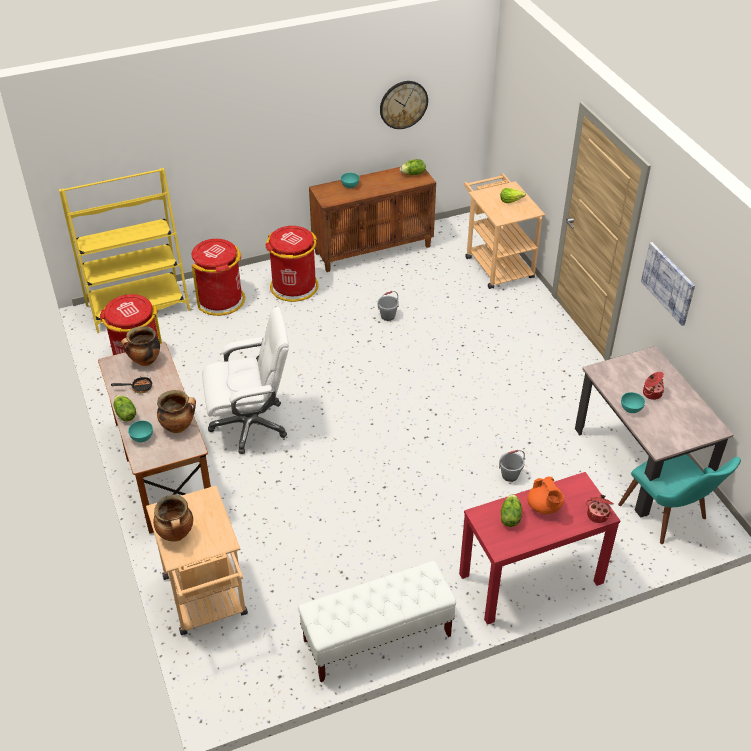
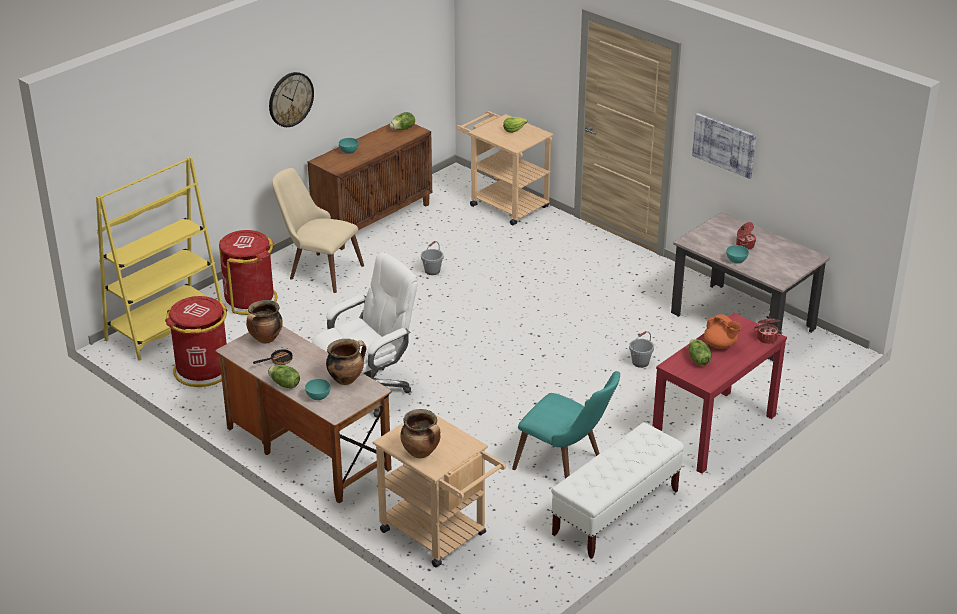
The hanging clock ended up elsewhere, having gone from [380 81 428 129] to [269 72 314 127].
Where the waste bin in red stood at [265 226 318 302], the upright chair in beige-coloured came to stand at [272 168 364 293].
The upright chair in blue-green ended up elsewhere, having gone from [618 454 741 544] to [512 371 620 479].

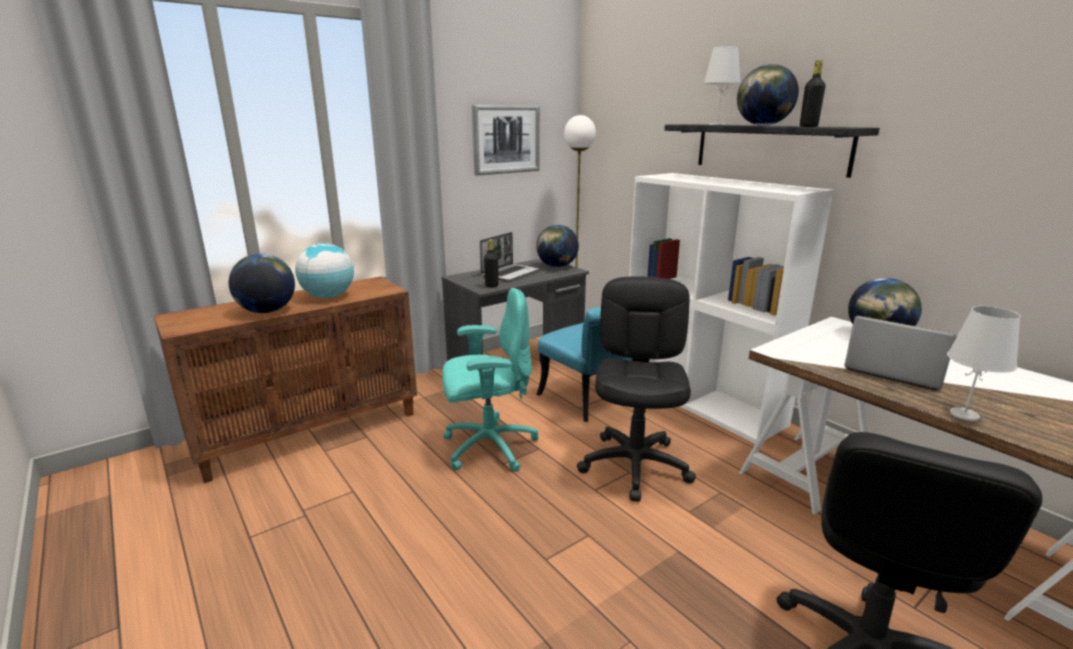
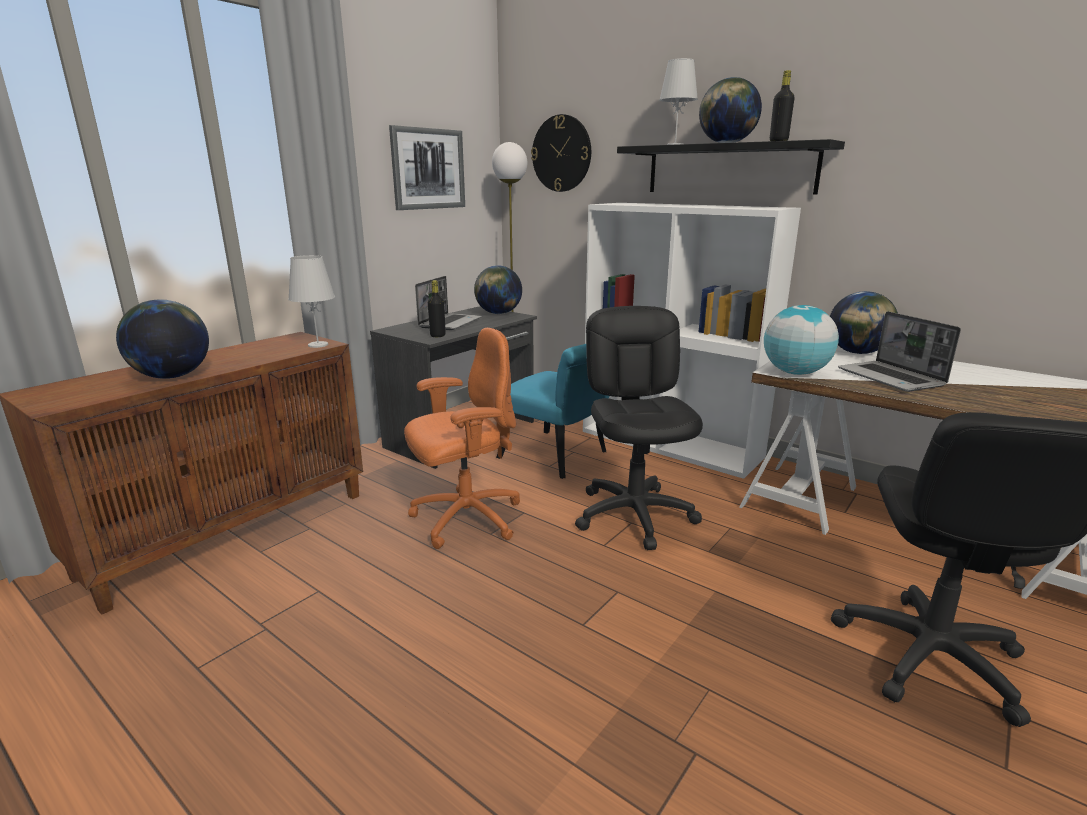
The world globe ended up elsewhere, having gone from [295 243 354 298] to [764 305 839 375].
What was the office chair in blue-green at [442 288 538 472] turned into the office chair in orange at [404 328 520 549].
The lamp for a table in white-coloured ended up elsewhere, having gone from [947 306 1021 421] to [288 255 335 348].
The laptop at [844 316 956 390] ended up facing another way, 135 degrees counterclockwise from before.
The second view gained the hanging clock at [531 114 591 192].

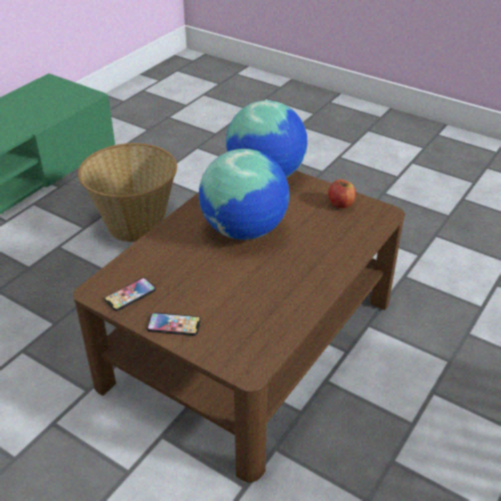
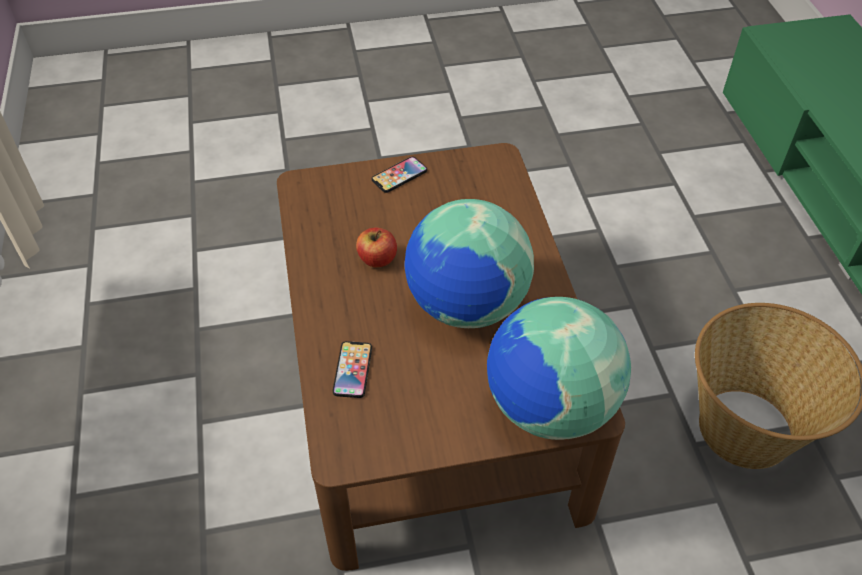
The apple fruit ended up elsewhere, having gone from [328 179 356 208] to [356 228 397 268].
The handset ended up elsewhere, having gone from [104 277 156 311] to [333 341 372 398].

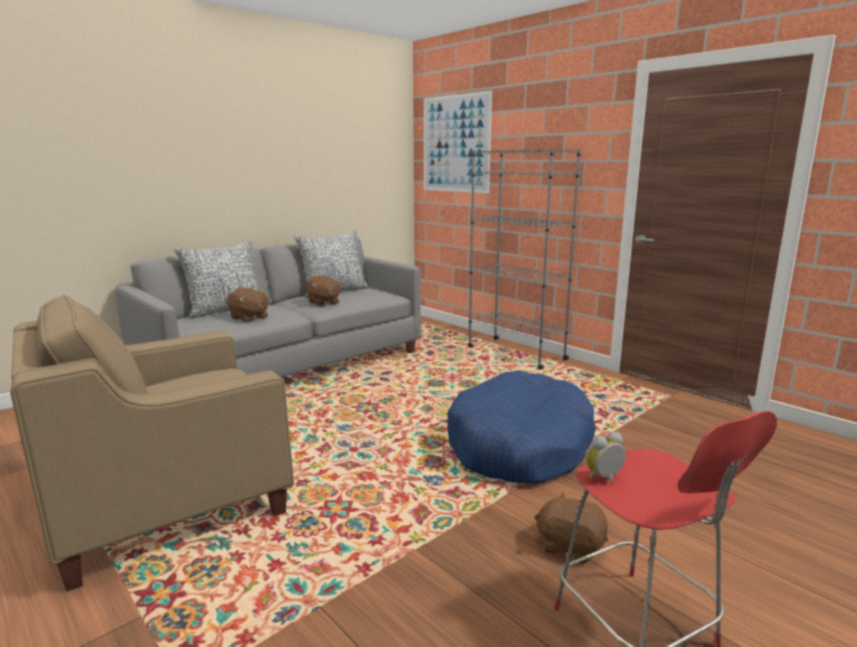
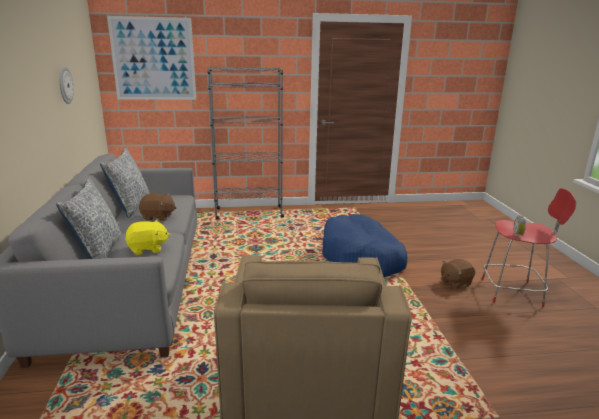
What was the cuddly toy in brownish at [227 288 269 322] turned into the cuddly toy in yellow-coloured at [125 220 170 255].
The second view gained the hanging clock at [59 66 74 104].

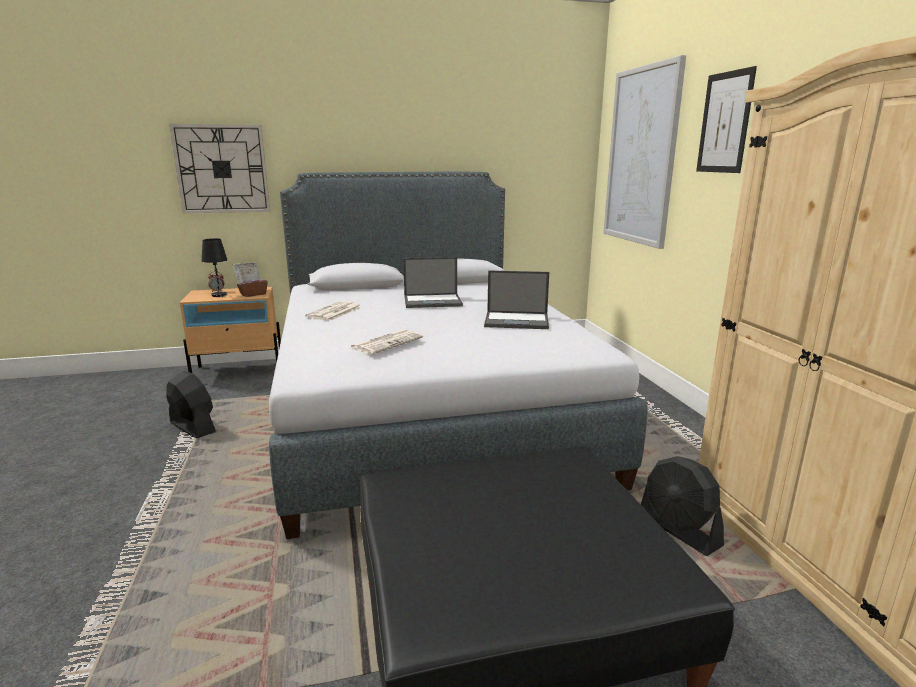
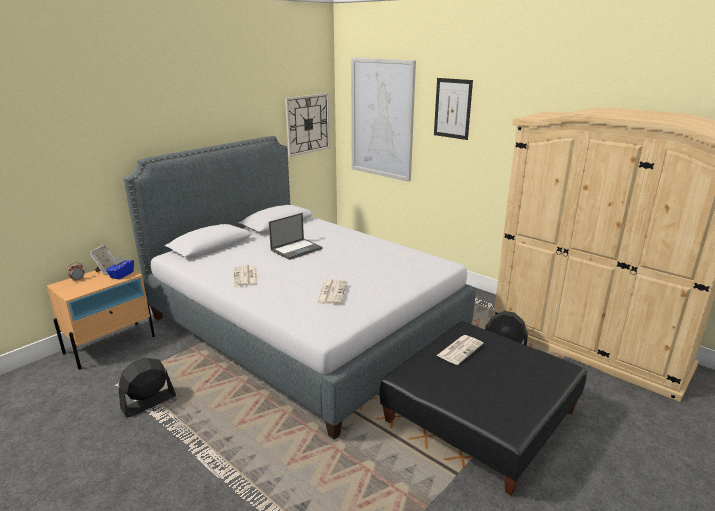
The hanging clock ended up elsewhere, having gone from [169 124 270 213] to [285 93 330 157].
The second view lost the lamp for a table in blackish at [202 238 227 297].
The second view lost the laptop at [484 270 549 329].
What was the box of tissues in brownish at [237 273 268 297] turned into the box of tissues in blue-coloured at [106 256 134 280].
The fan in blackish at [166 371 216 438] ended up facing another way, 45 degrees counterclockwise from before.
The second view gained the newspaper at [436 335 483 365].

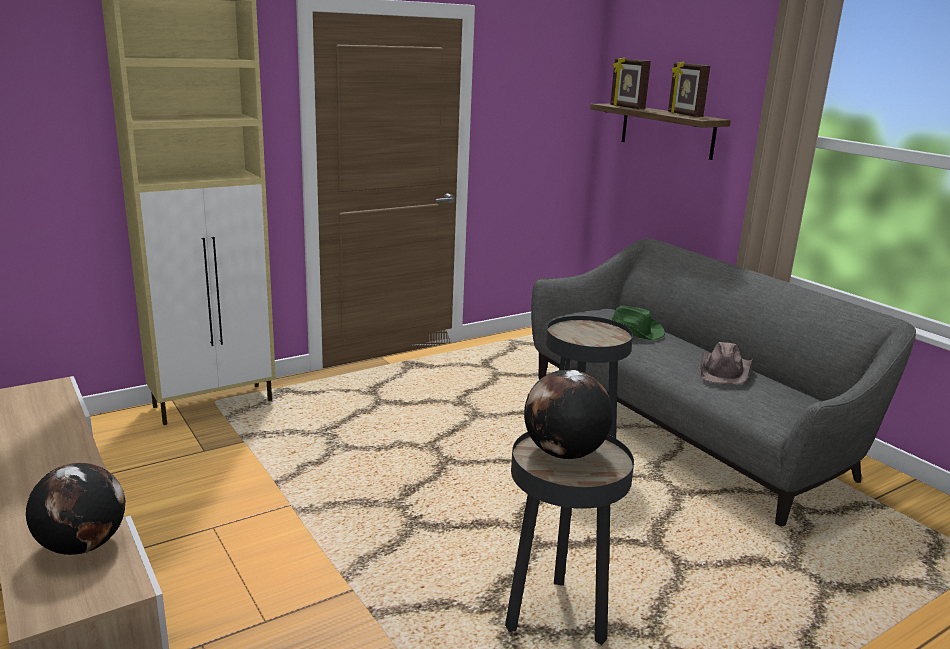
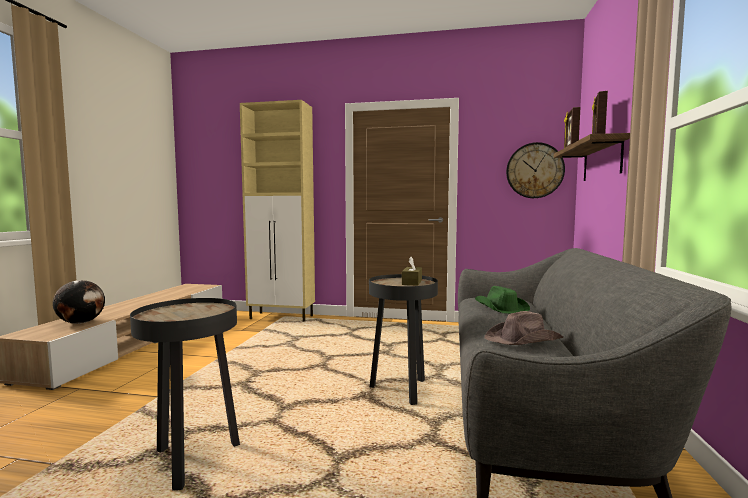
The second view lost the world globe at [524 370 613 459].
The second view gained the hanging clock at [506 142 565 198].
The second view gained the box of tissues in brownish at [402 257 422 286].

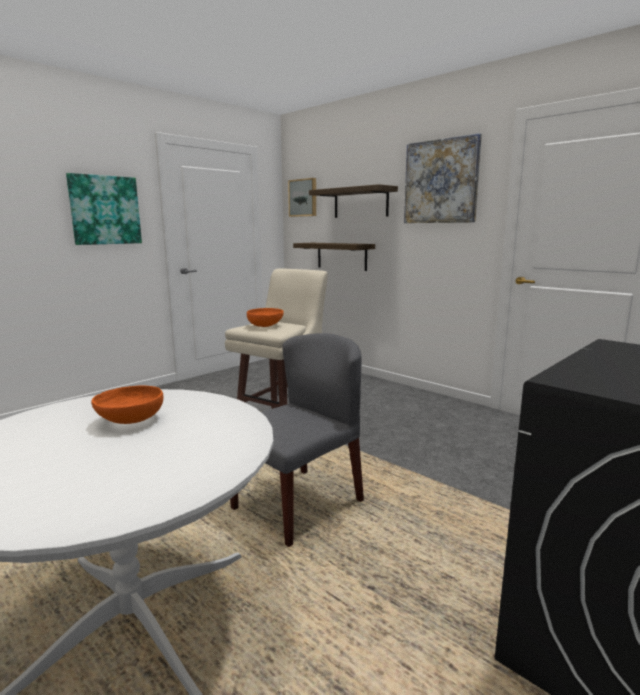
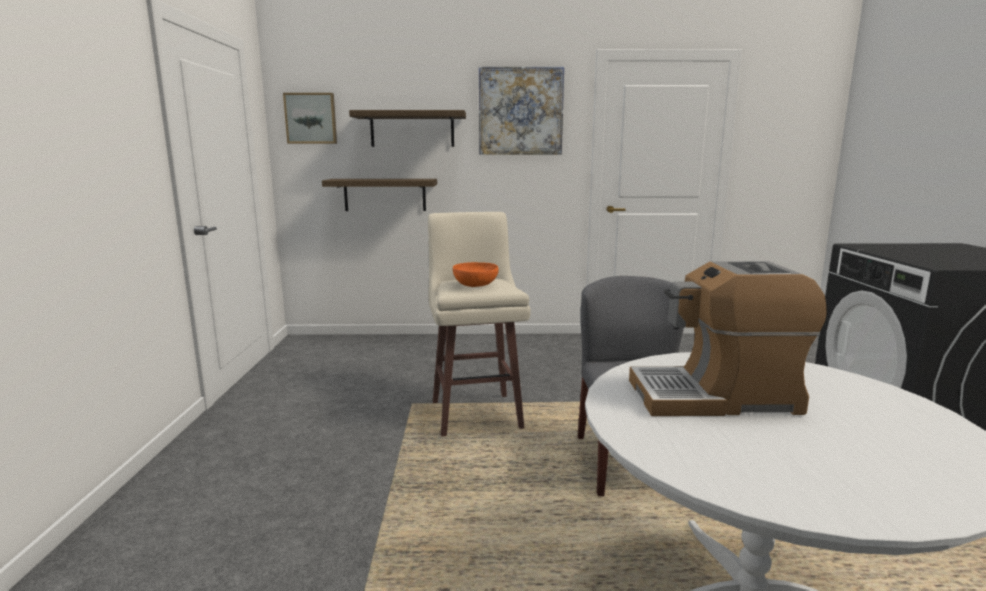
The second view lost the wall art at [66 173 142 245].
Where the deep dish in orange stood at [91 386 163 424], the coffee brewer came to stand at [629 261 827 416].

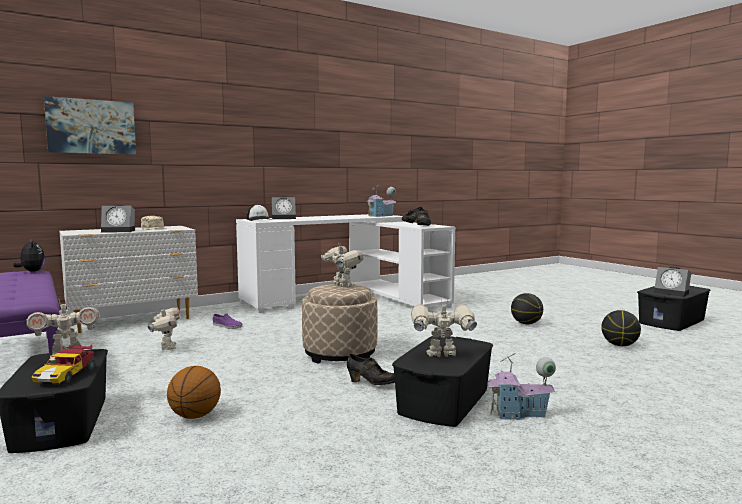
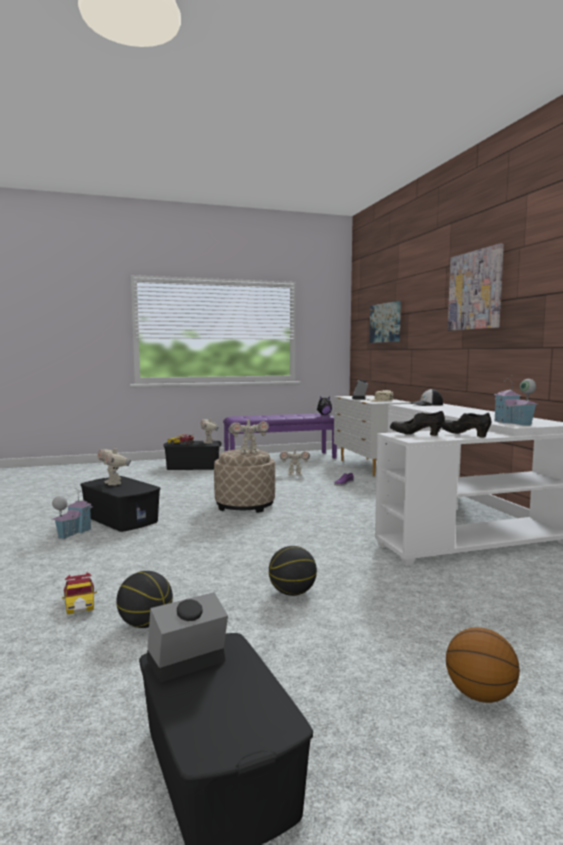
The second view lost the table clock at [272 196 296 219].
The toy robot at [411 299 477 357] ended up facing another way, 135 degrees clockwise from before.
The second view lost the low shoe in blackish at [347 354 395 385].
The ball for basketball ended up elsewhere, having gone from [167 366 221 419] to [446 627 520 703].
The second view gained the wall art at [448 244 504 331].
The second view gained the miniature car at [62 572 97 614].

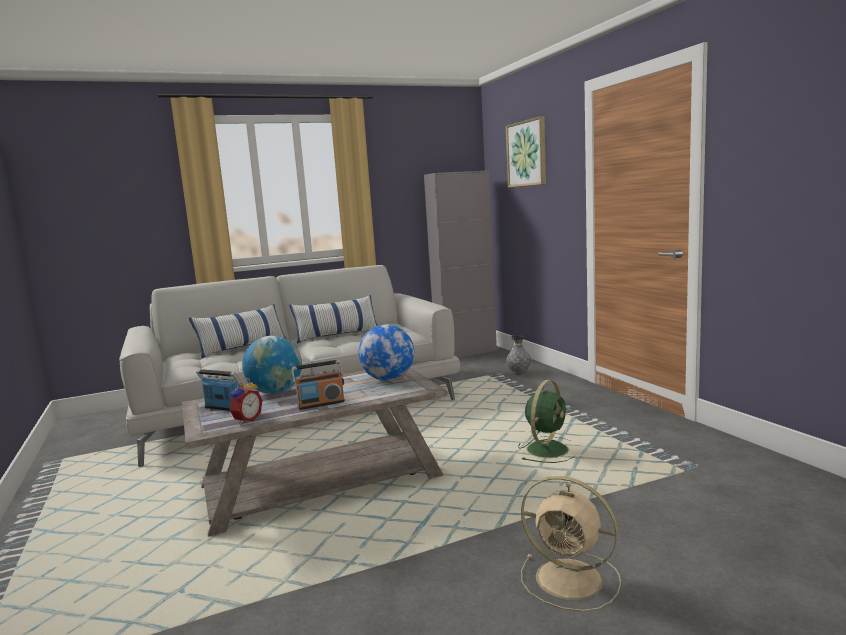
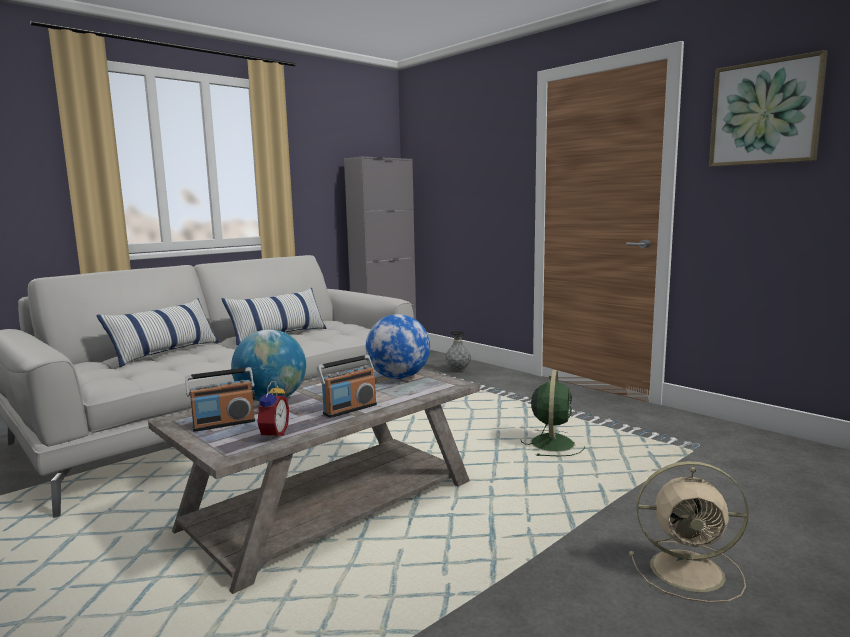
The wall art ended up elsewhere, having gone from [506 116 546 188] to [709 50 828 167].
The radio receiver at [196 369 244 411] ended up facing another way, 150 degrees clockwise from before.

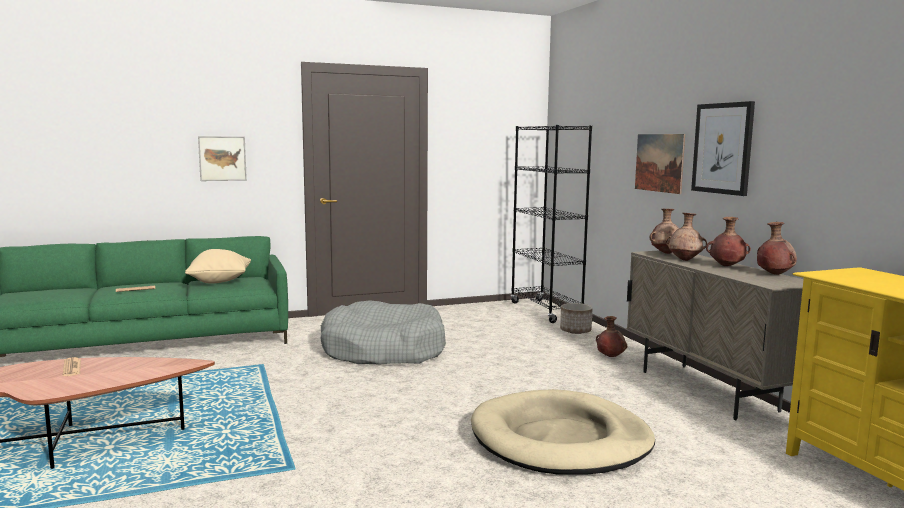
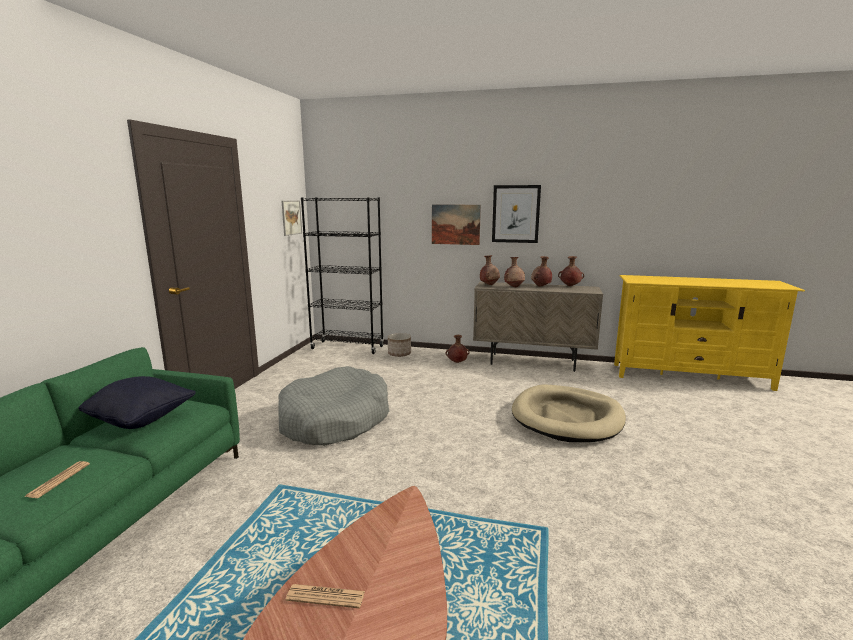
The wall art ended up elsewhere, having gone from [198 136 247 181] to [282 200 302 236].
What was the throw pillow in beige-coloured at [185 249 251 284] turned into the throw pillow in blackish at [78 376 196 429].

